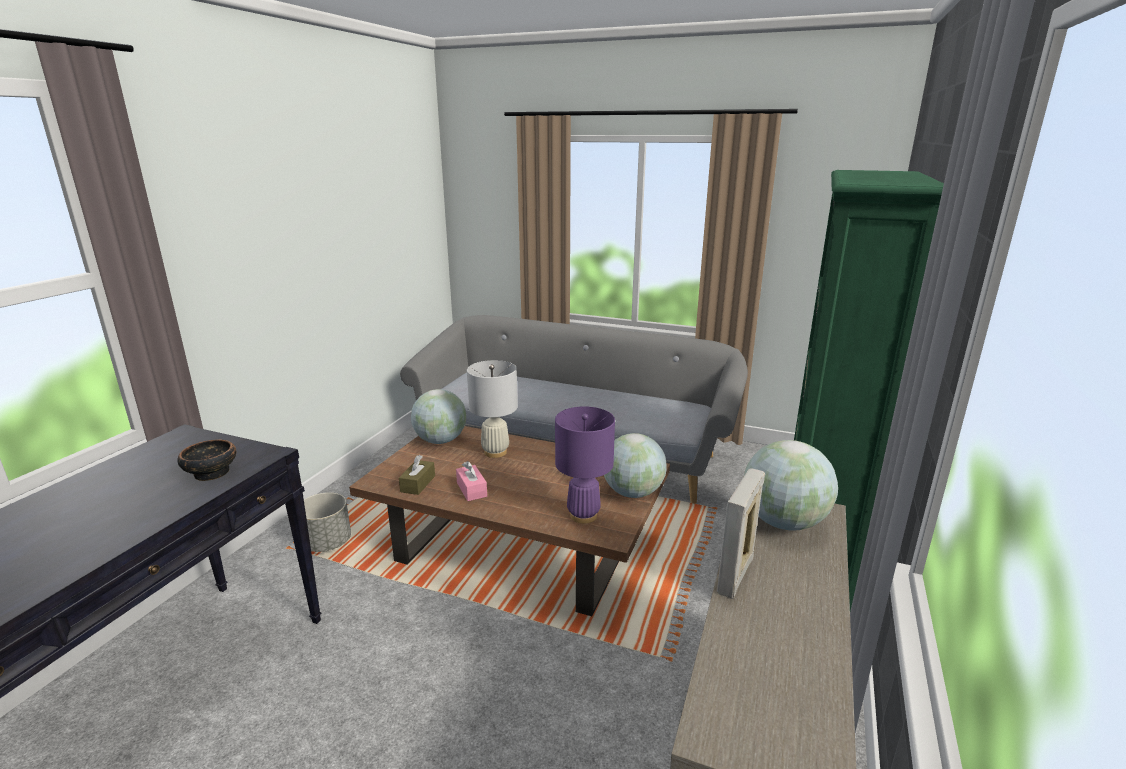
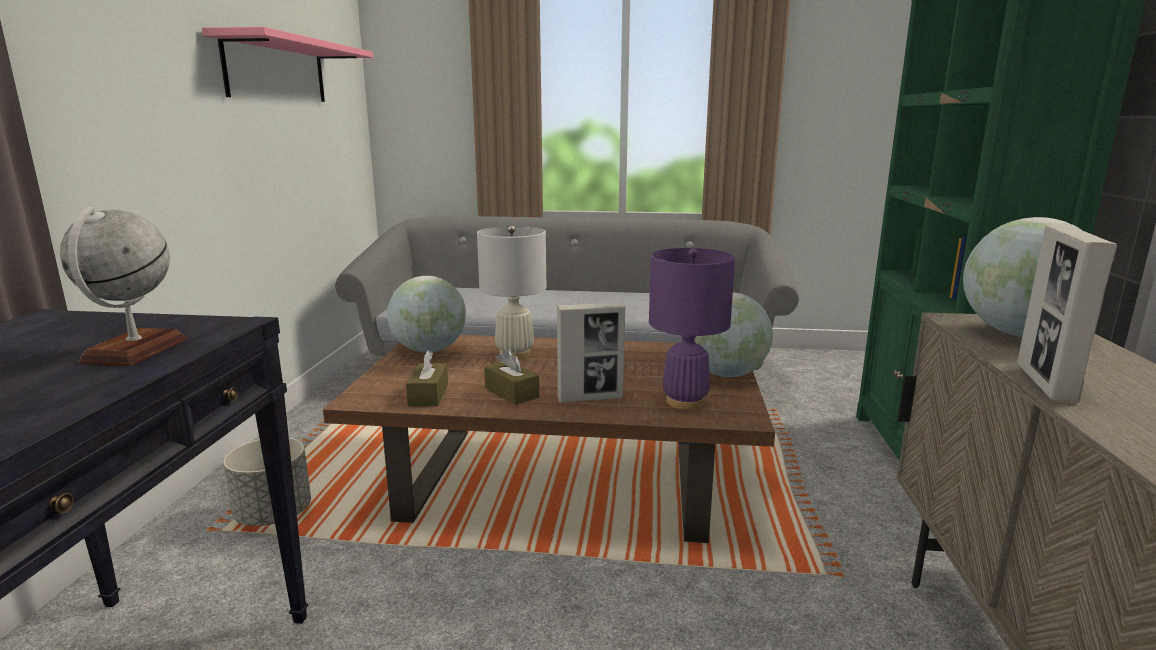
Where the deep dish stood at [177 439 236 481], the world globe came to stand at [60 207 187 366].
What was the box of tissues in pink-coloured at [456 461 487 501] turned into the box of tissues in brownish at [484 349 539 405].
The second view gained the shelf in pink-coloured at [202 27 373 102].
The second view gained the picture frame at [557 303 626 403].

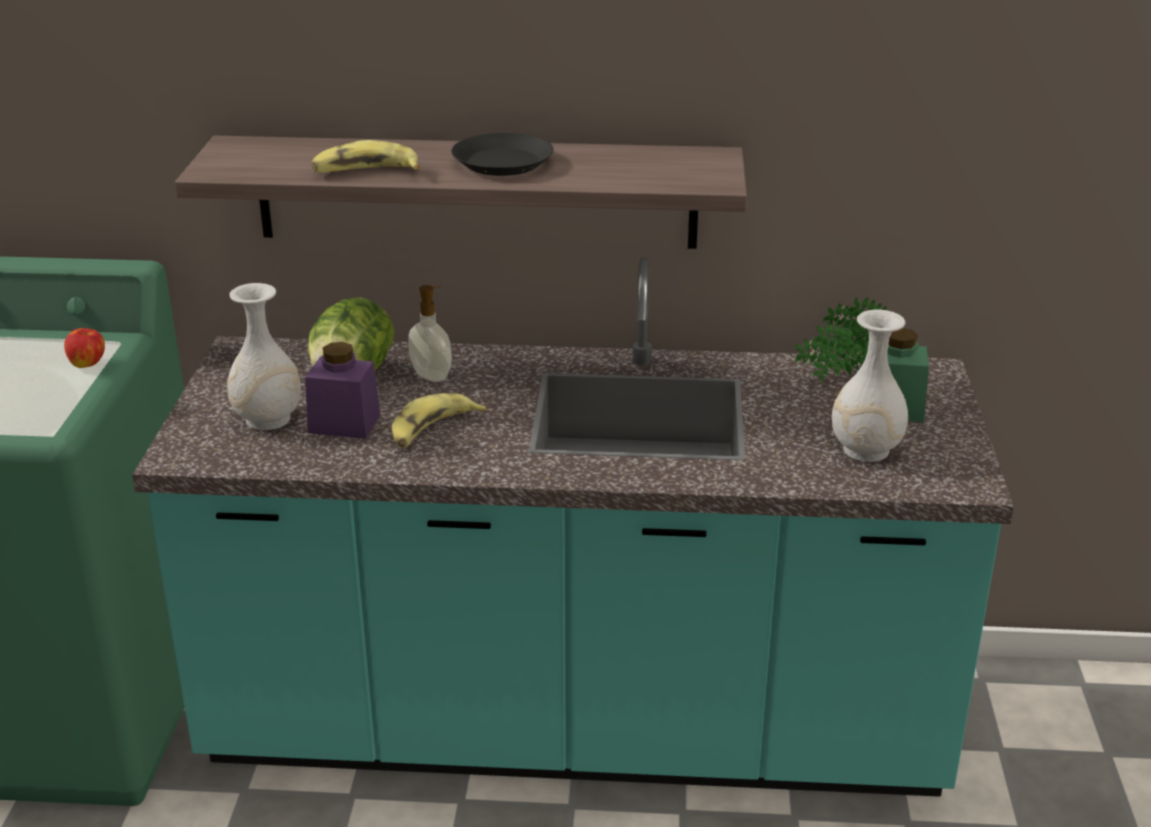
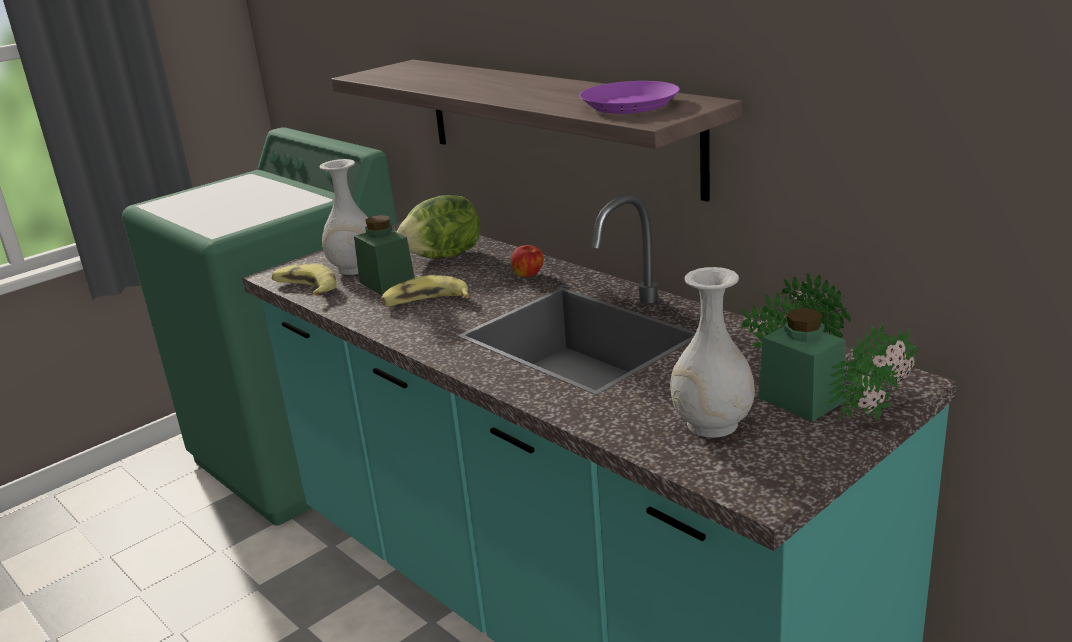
The second view lost the flat dish in blackish at [451 133 554 176].
The whole banana ended up elsewhere, having gone from [311 140 420 173] to [272 263 337 296].
The second view lost the liquid soap bottle at [408 285 452 382].
The apple fruit ended up elsewhere, having gone from [64 328 105 368] to [511 245 544 277].
What was the jar in purplish at [305 342 380 439] turned into the jar in green-coloured at [354 215 415 295].
The second view gained the flat dish in purplish at [579 81 680 114].
The second view gained the potted plant at [828 322 919 421].

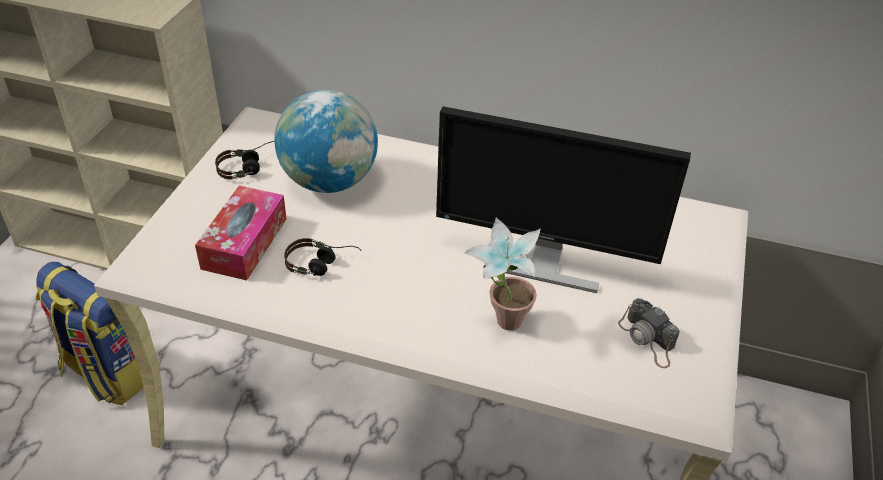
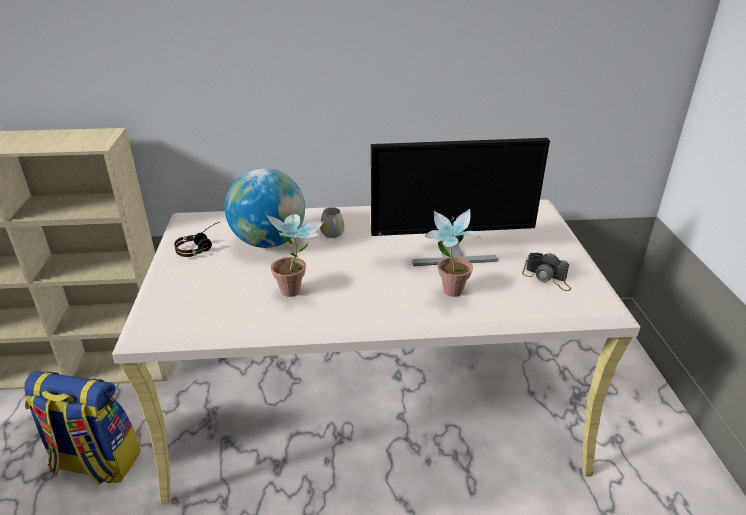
The second view lost the box of tissues at [195 186 287 280].
Where the headphones stood at [284 238 362 276], the potted plant came to stand at [266 214 324 297].
The second view gained the coffee mug in white-coloured at [320 207 344 238].

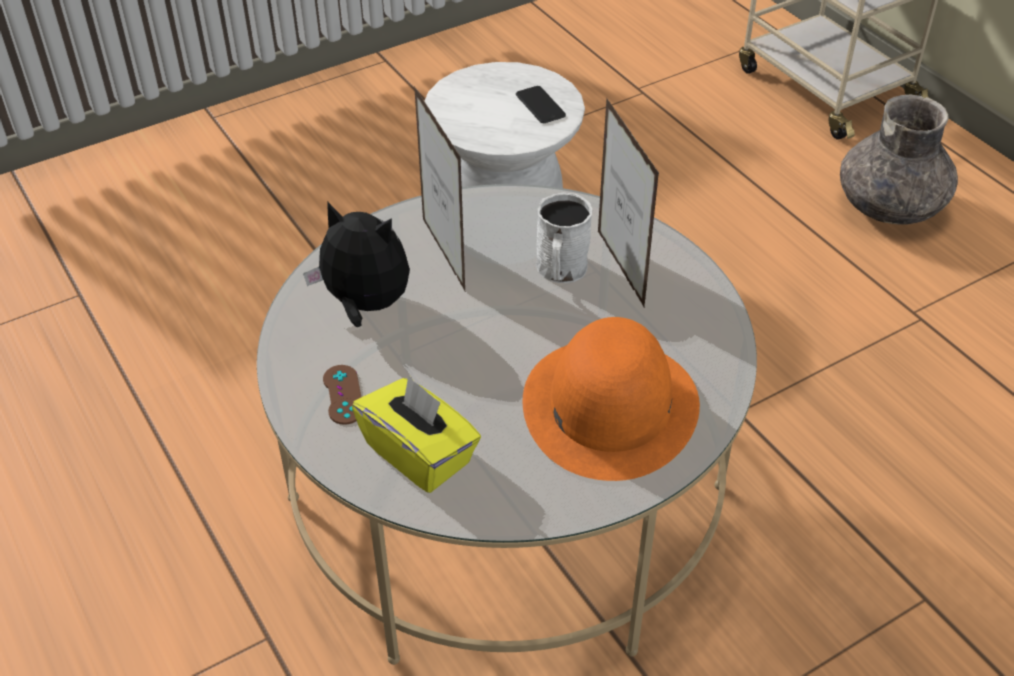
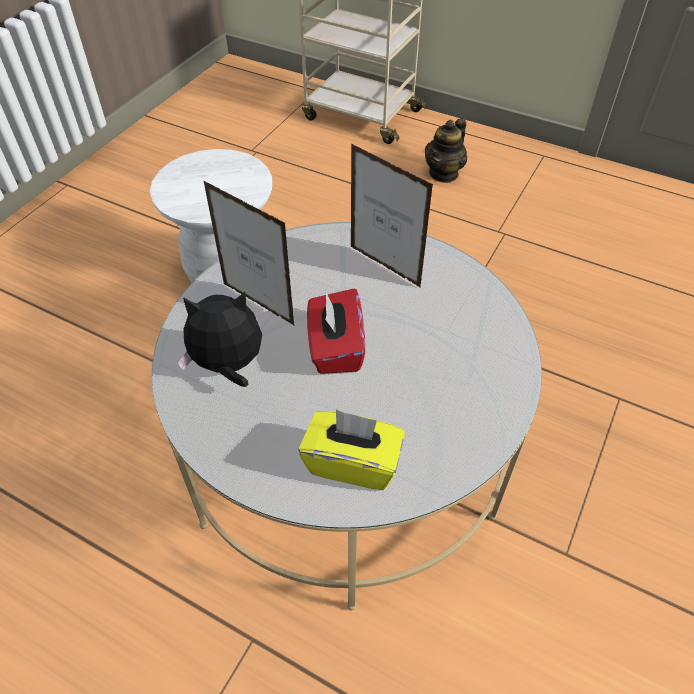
The second view lost the handset at [516 86 566 123].
Where the vase in greyish stood at [840 94 958 225], the pot for tea came to stand at [425 118 467 183].
The second view lost the coffee mug in white-coloured at [536 193 592 283].
The second view lost the clothing hat in orange at [522 317 700 481].
The second view lost the joypad in brownish at [323 365 361 425].
The second view gained the box of tissues in red at [307 288 365 374].

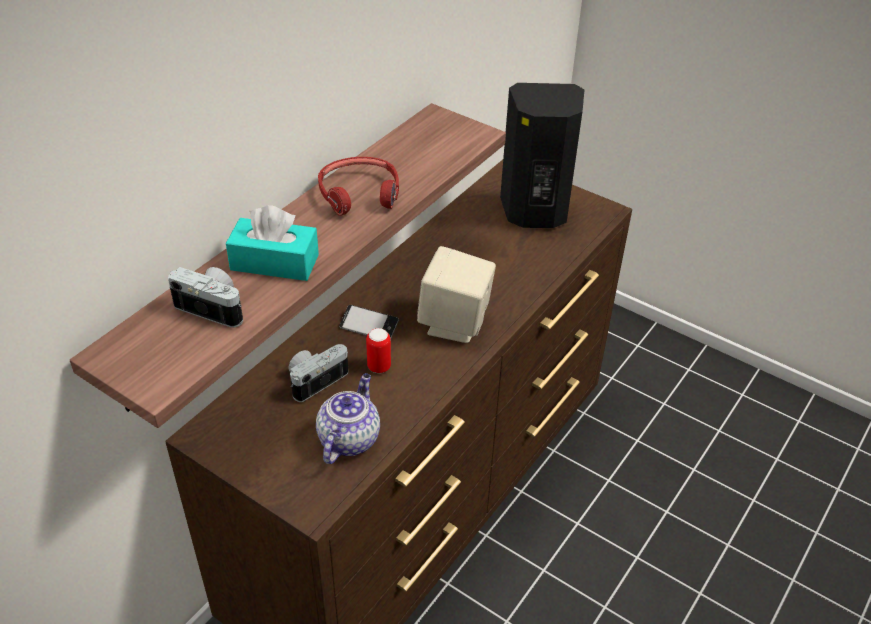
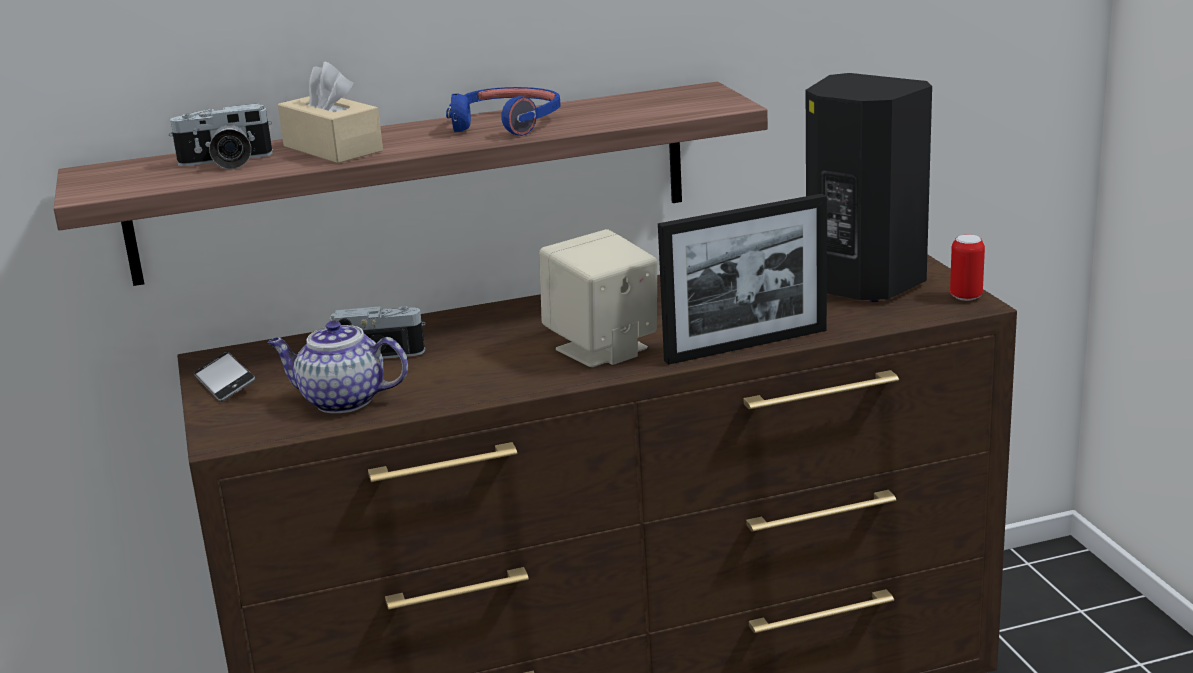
What was the headphones in red at [318 157 399 216] turned into the headphones in blue-coloured at [446 87 561 136].
What was the box of tissues in blue-green at [226 205 319 281] turned into the box of tissues in beige-coloured at [278 62 383 163].
The photo camera at [168 267 243 327] ended up facing another way, 105 degrees clockwise from before.
The handset ended up elsewhere, having gone from [339 305 399 338] to [194 352 256 402].
The can ended up elsewhere, having gone from [366 328 391 373] to [950 234 985 301].
The pot for tea at [316 373 380 464] ended up facing another way, 135 degrees counterclockwise from before.
The second view gained the picture frame at [658 194 827 365].

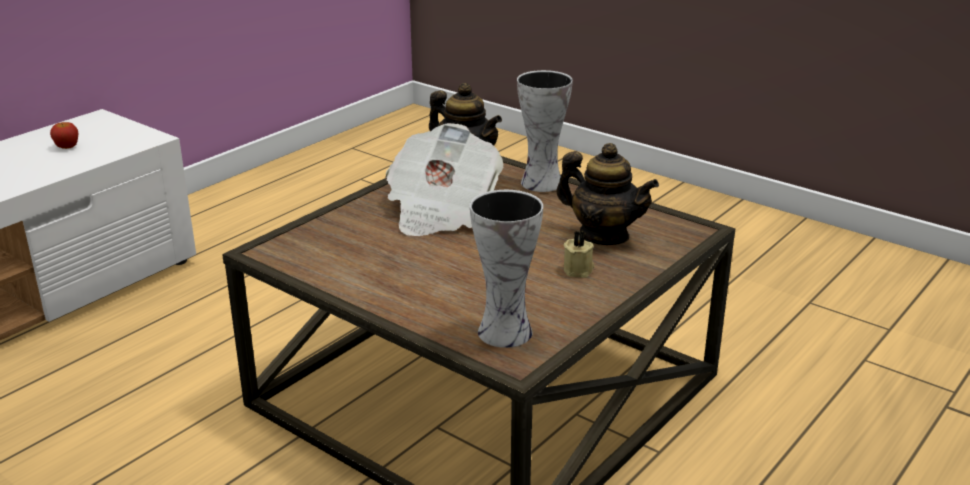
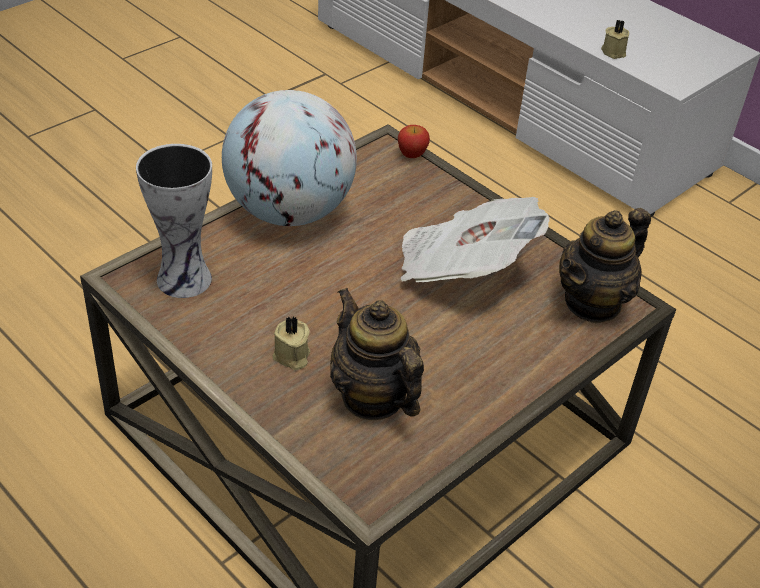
The second view lost the vase at [517 70 573 192].
The apple fruit ended up elsewhere, having gone from [50 122 78 149] to [398 125 430 158].
The pot for tea at [556 143 659 245] ended up facing another way, 105 degrees clockwise from before.
The second view gained the wax light in beige-coloured at [601 20 629 59].
The second view gained the world globe at [222 90 357 226].

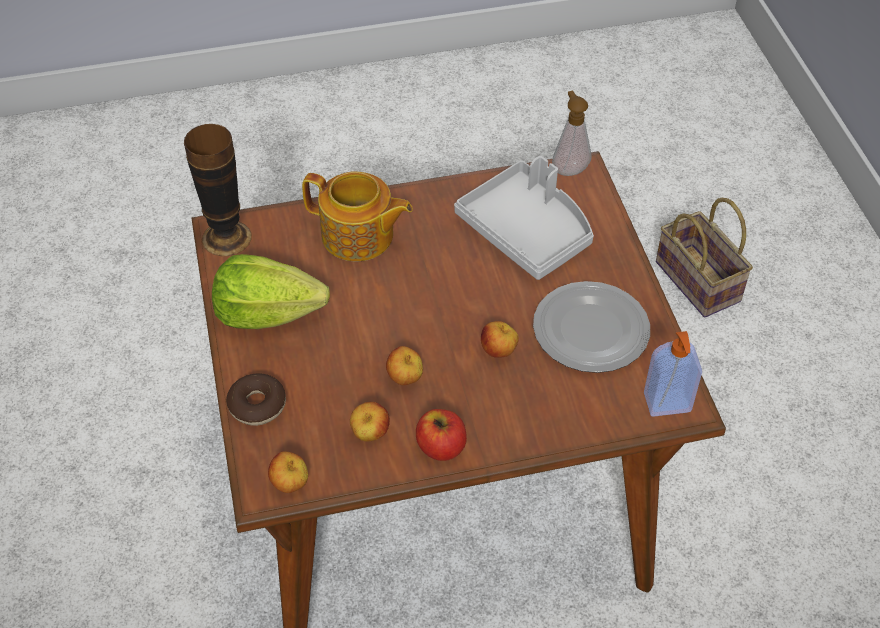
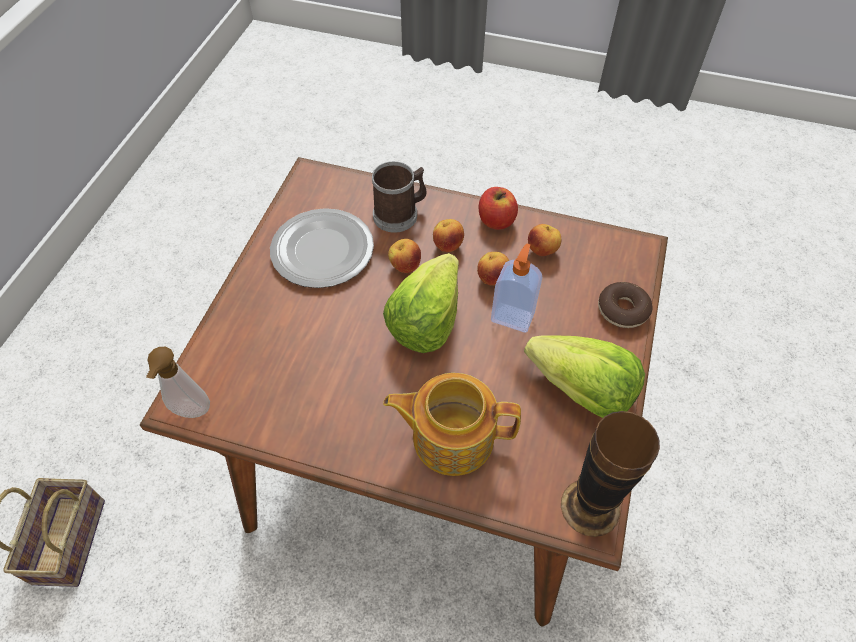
The second view lost the tray in greyish at [454 156 594 280].
The pot for tea at [302 171 413 261] ended up facing another way, 45 degrees counterclockwise from before.
The liquid soap bottle ended up elsewhere, having gone from [644 331 702 417] to [491 244 542 332].
The apple fruit ended up elsewhere, having gone from [268 451 308 493] to [433 219 464 252].
The second view gained the coffee mug at [372 161 426 233].
The second view gained the lettuce at [383 253 459 353].

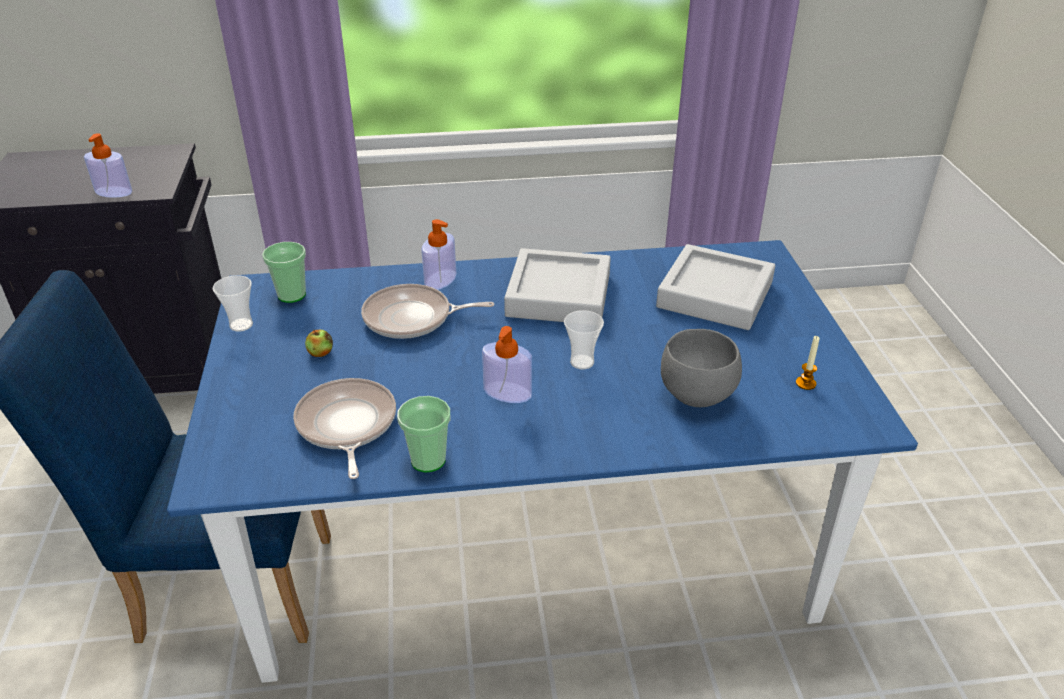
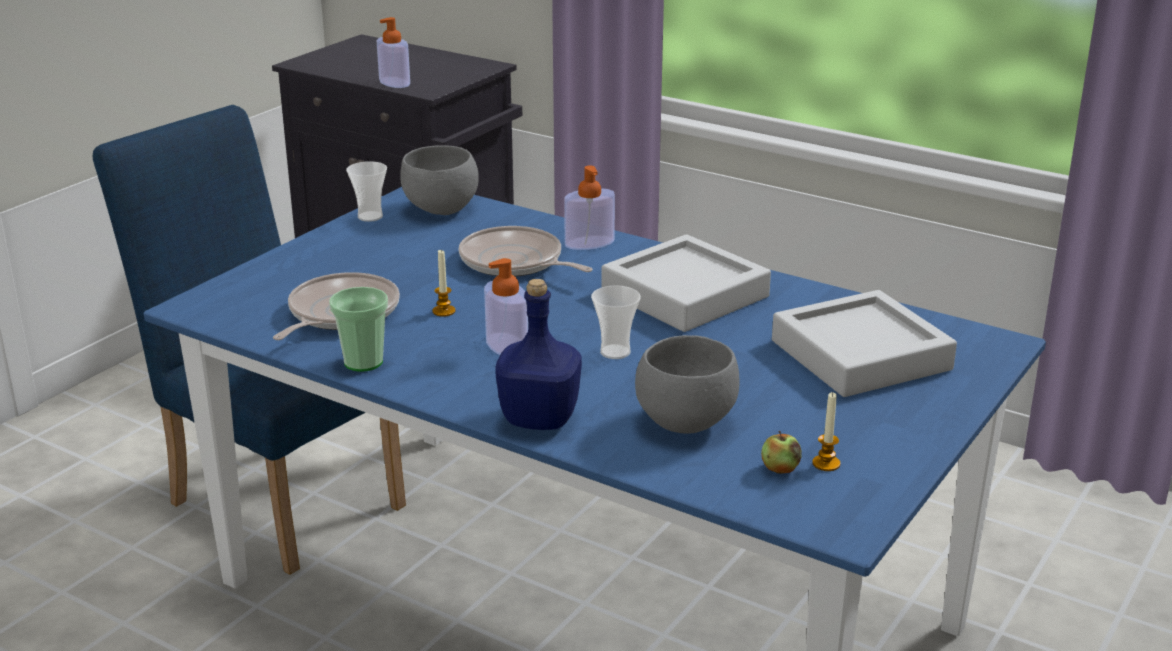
Where the small cup stood at [262 242 306 303], the deep dish in greyish came to stand at [401 145 479 215].
The apple fruit ended up elsewhere, having gone from [305 330 333 357] to [761 431 802 474].
The second view gained the wax light at [433 250 455 317].
The second view gained the beverage bottle in blue-coloured at [496 279 582 430].

